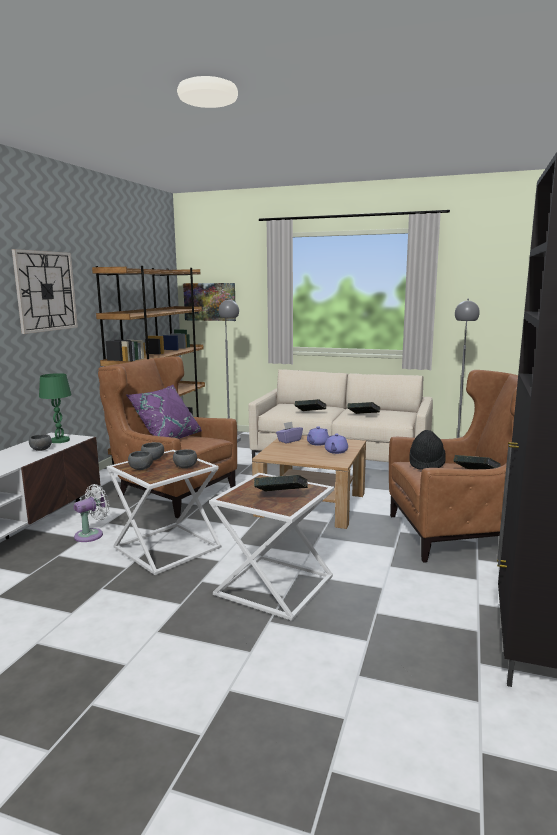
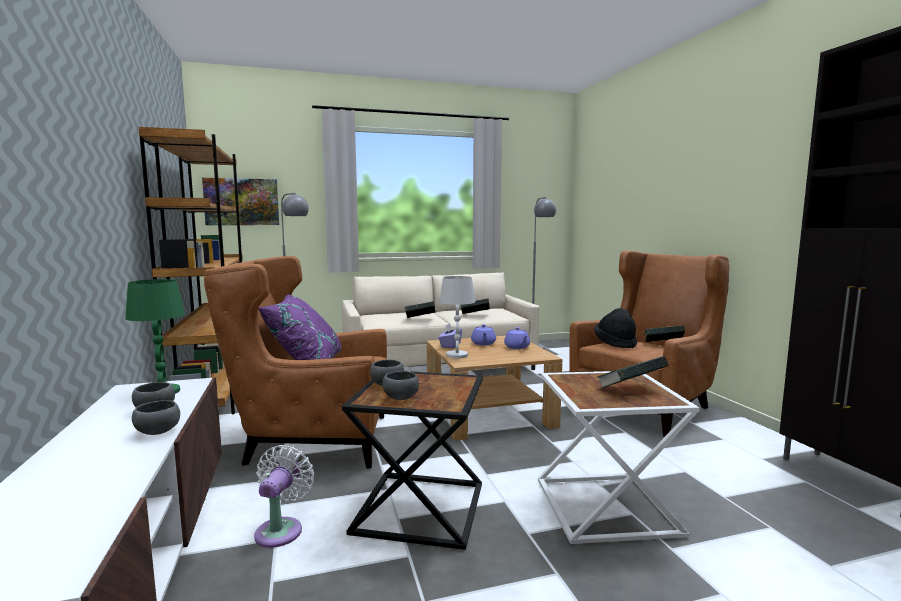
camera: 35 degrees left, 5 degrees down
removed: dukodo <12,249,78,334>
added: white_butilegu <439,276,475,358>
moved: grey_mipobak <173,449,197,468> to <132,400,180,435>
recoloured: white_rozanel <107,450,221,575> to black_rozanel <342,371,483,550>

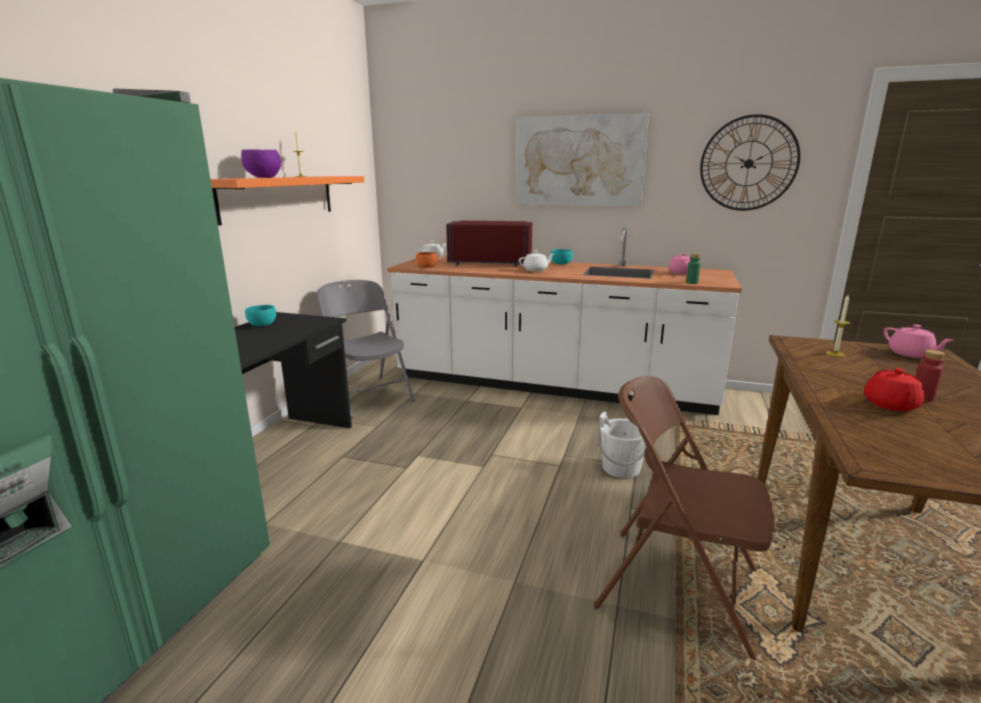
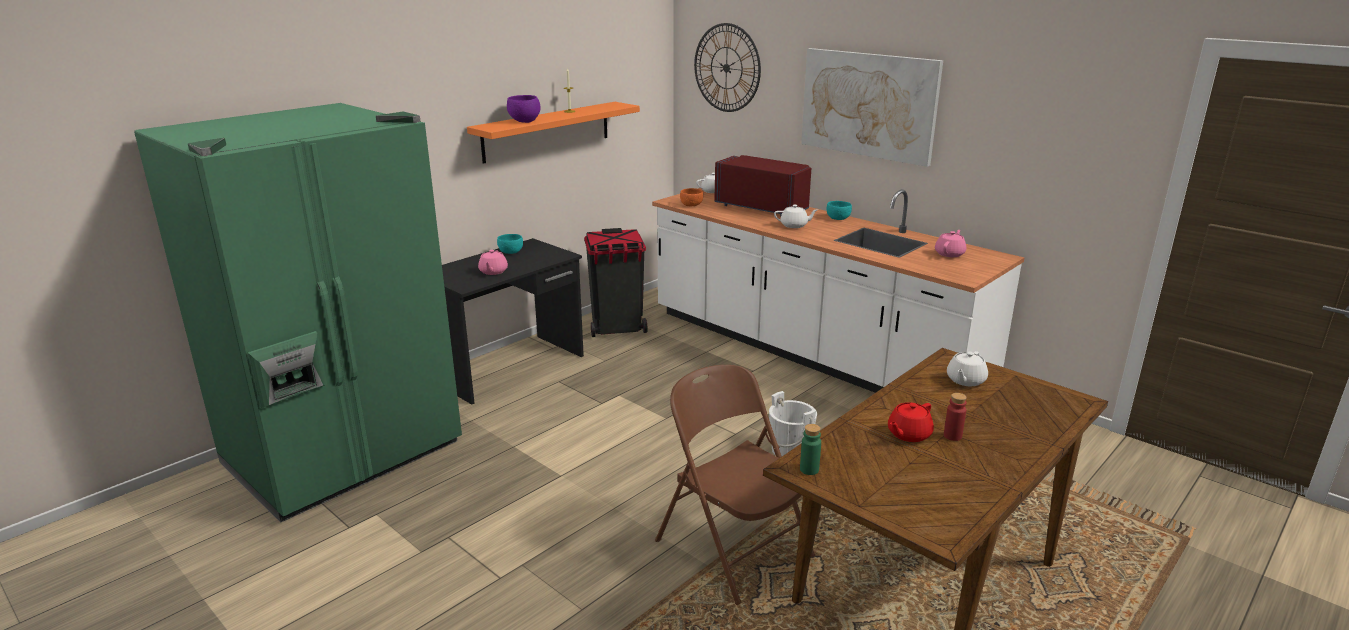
camera: 25 degrees right, 5 degrees up
moved: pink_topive <883,324,954,358> to <478,250,508,275>; dukodo <700,114,800,211> to <694,23,761,112>; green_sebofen <686,253,700,284> to <800,424,821,475>
replaced: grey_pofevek <316,280,415,418> to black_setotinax <584,228,648,337>; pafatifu <826,295,850,357> to white_topive <947,351,988,386>

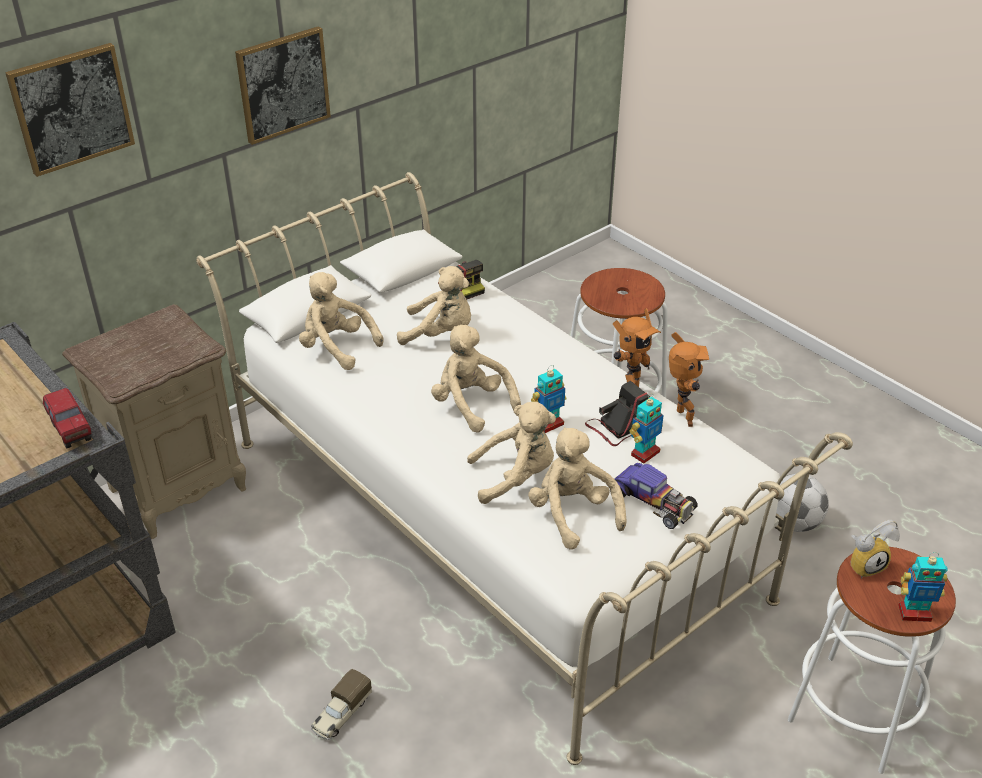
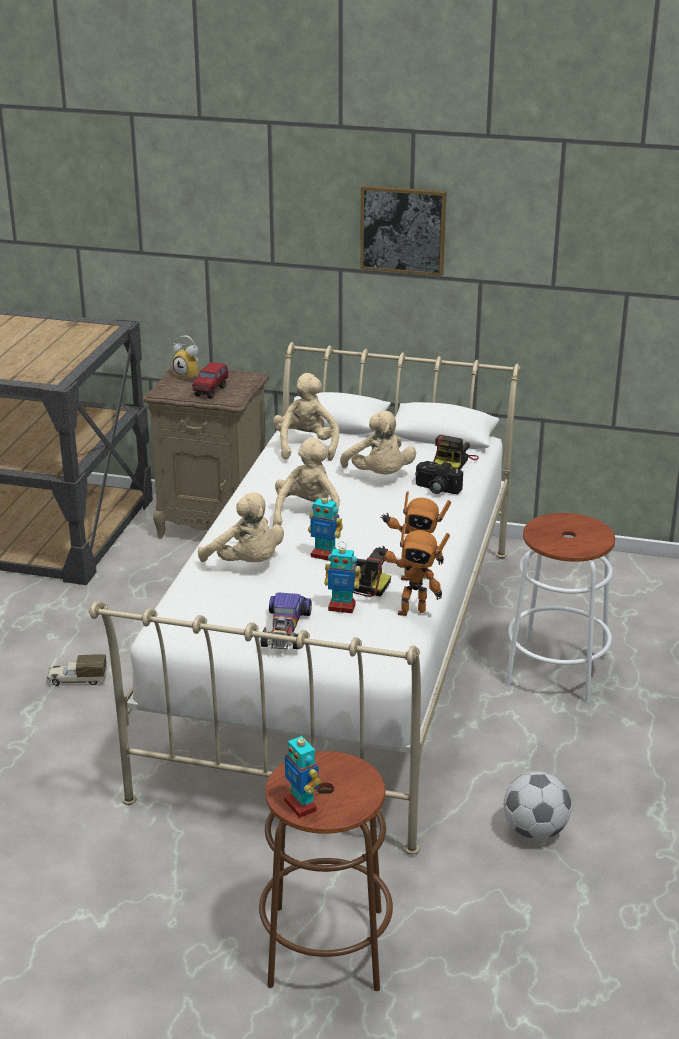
camera: 55 degrees right, 10 degrees down
removed: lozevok <5,43,135,177>; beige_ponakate <528,427,627,550>
added: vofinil <415,461,463,494>
moved: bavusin <851,520,900,578> to <173,335,199,381>; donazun <43,388,91,449> to <192,362,228,399>
recoloured: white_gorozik <788,547,956,774> to brown_gorozik <259,751,393,991>
turned: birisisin <669,332,709,427> = <376,523,450,616> 45 degrees clockwise

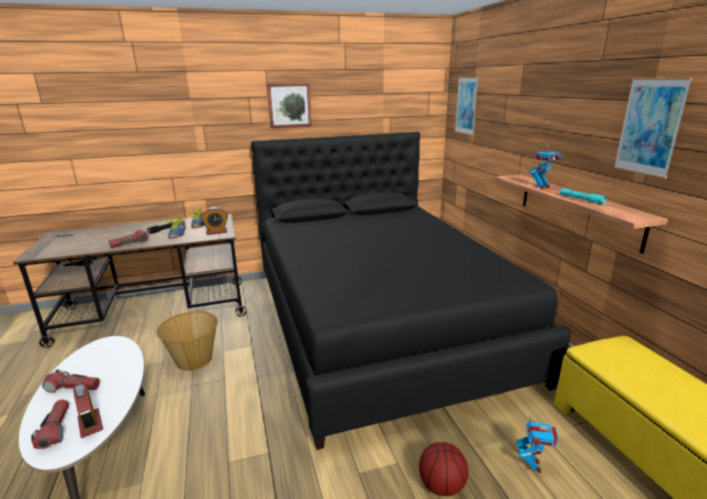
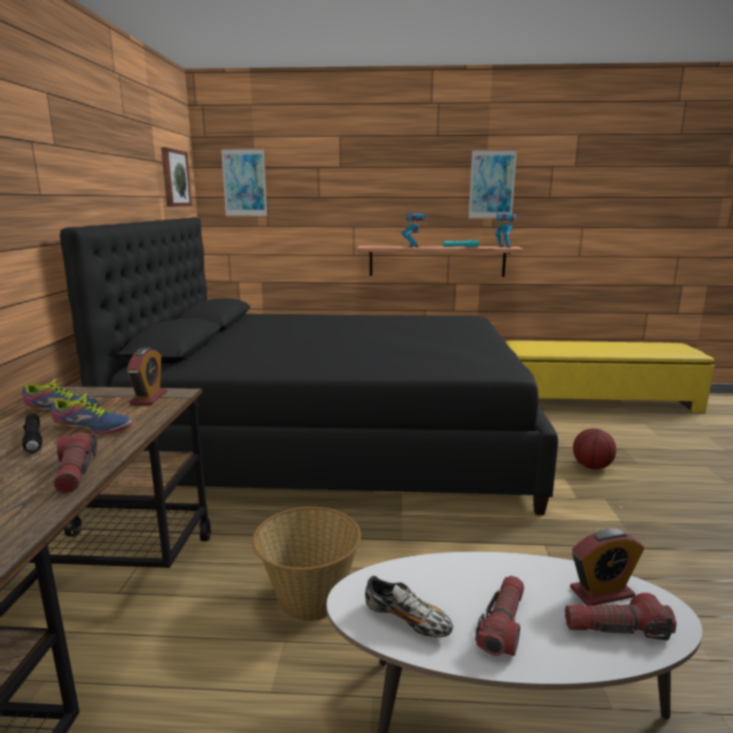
camera: 70 degrees left, 5 degrees down
added: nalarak <365,576,453,638>
moved: lozevok <267,83,312,128> to <161,147,192,207>; birisisin <516,411,559,473> to <495,207,517,248>

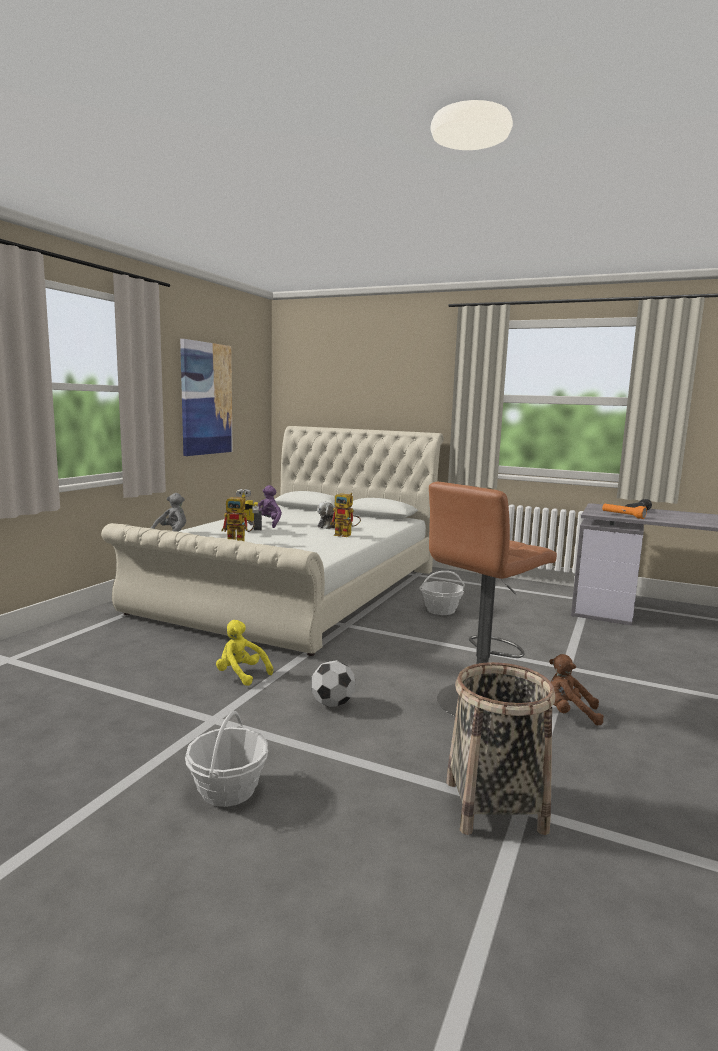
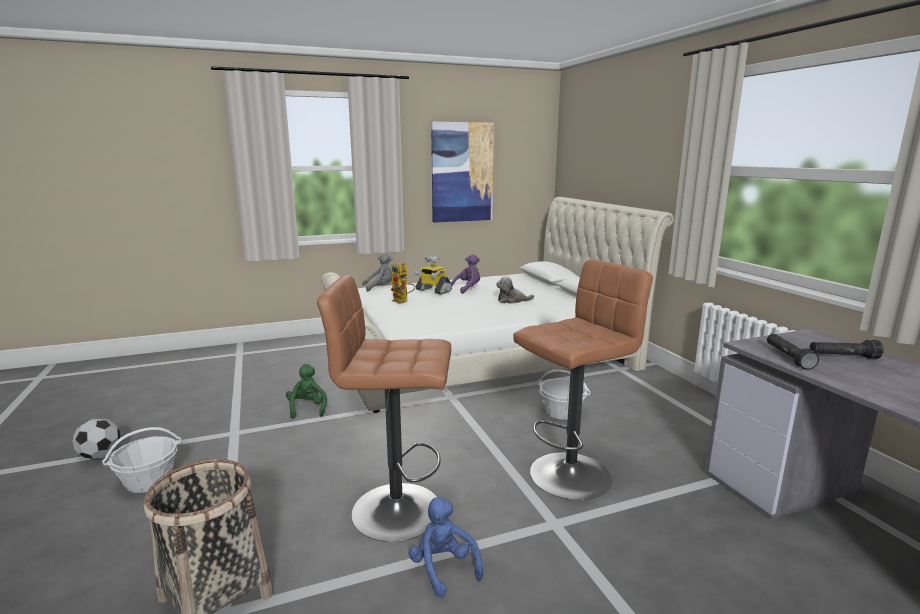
camera: 45 degrees right, 5 degrees up
removed: birisisin <330,493,361,537>
added: brown_gorozik <513,259,653,500>
moved: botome <311,660,355,707> to <72,418,120,459>
recoloured: yellow_ponakate <216,620,273,686> to green_ponakate <286,364,327,418>; brown_ponakate <549,654,604,726> to blue_ponakate <409,497,483,598>; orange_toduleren <602,504,647,519> to black_toduleren <767,334,819,370>

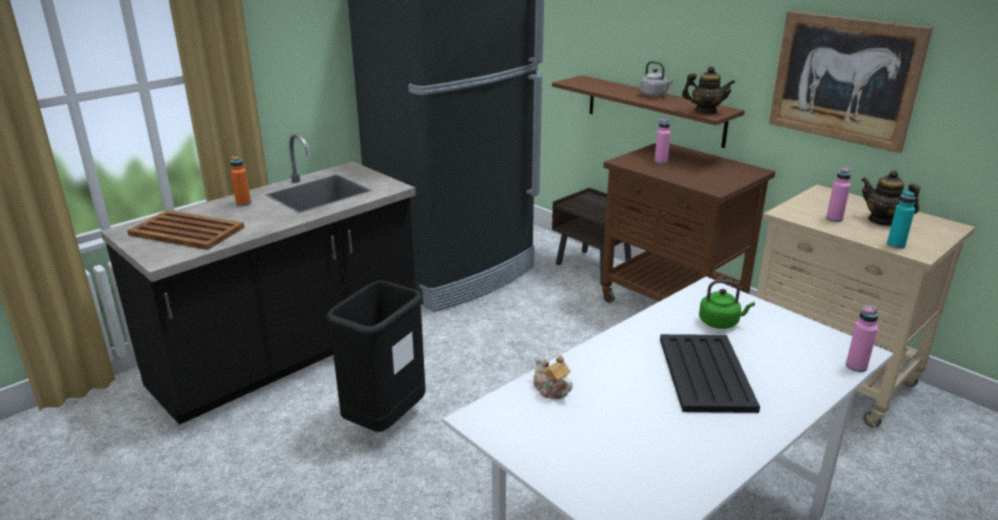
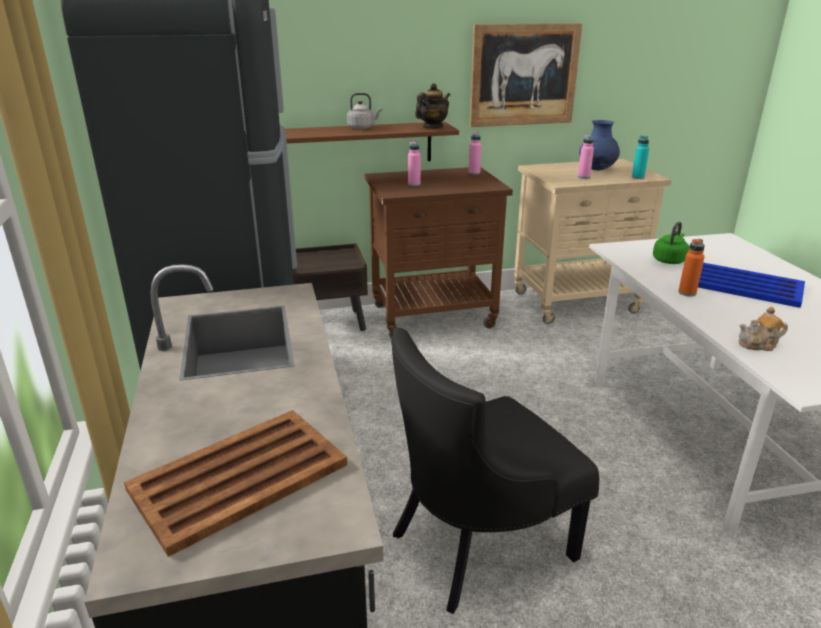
camera: 60 degrees left, 0 degrees up
moved: pink_sebofen <846,307,878,372> to <468,132,482,175>; orange_sebofen <230,156,251,206> to <678,239,704,297>
replaced: black_setotinax <326,281,426,432> to black_pofevek <391,327,599,614>; topive <861,170,920,226> to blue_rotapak <579,120,620,170>
recoloured: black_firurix <660,334,760,413> to blue_firurix <698,263,805,308>

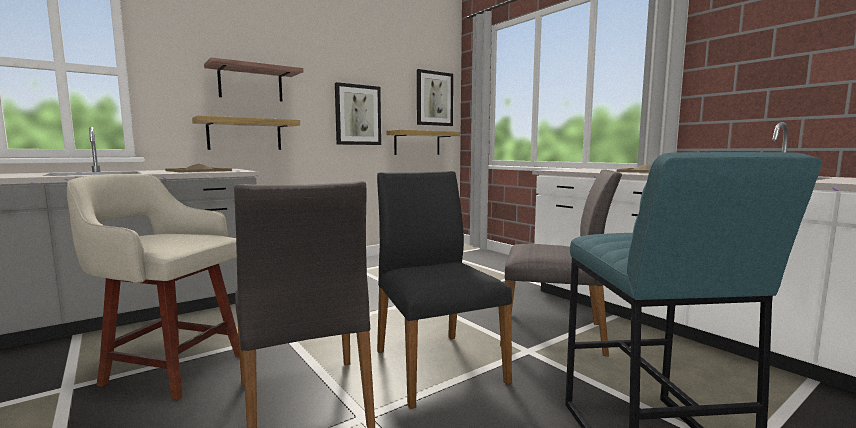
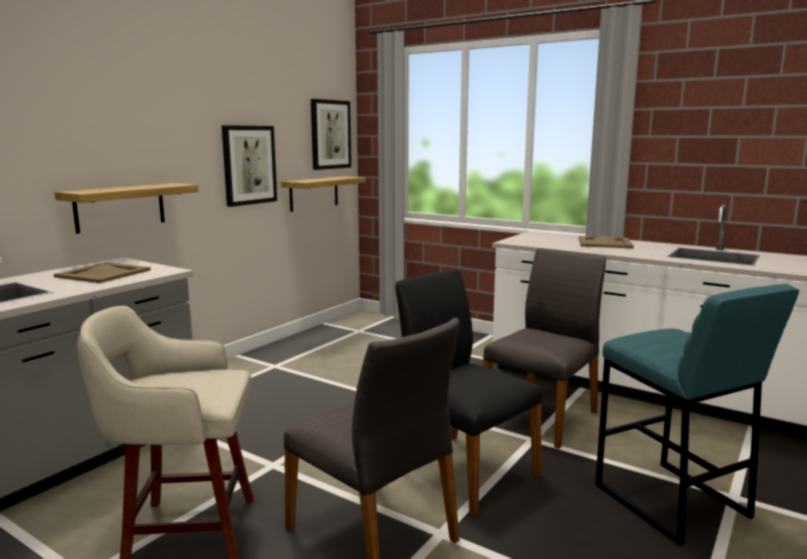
camera: 20 degrees left, 5 degrees up
removed: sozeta <204,57,303,101>
turned: grey_pofevek <500,169,622,357> = <483,248,606,449> 45 degrees counterclockwise

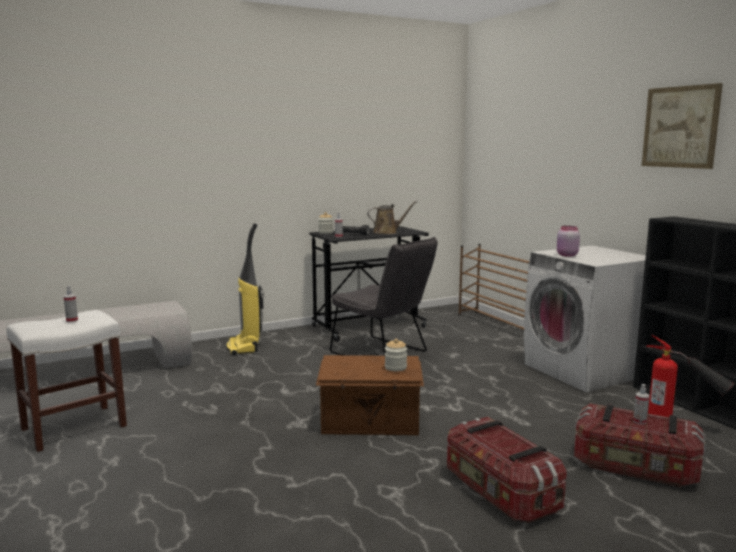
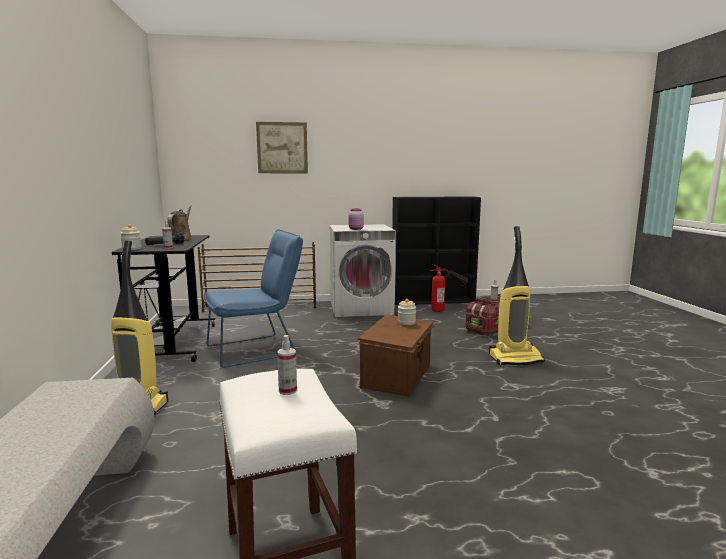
camera: 70 degrees left, 0 degrees up
moved: lozevok <642,83,723,169> to <256,122,308,173>
replaced: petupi <447,417,567,523> to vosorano <489,226,545,365>
recoloured: grey_pofevek <330,237,438,356> to blue_pofevek <204,229,303,368>

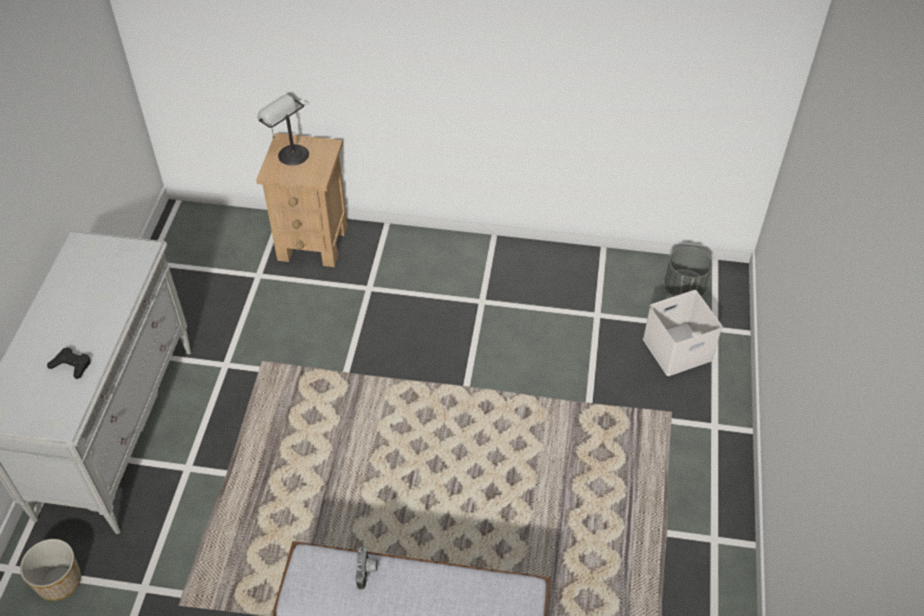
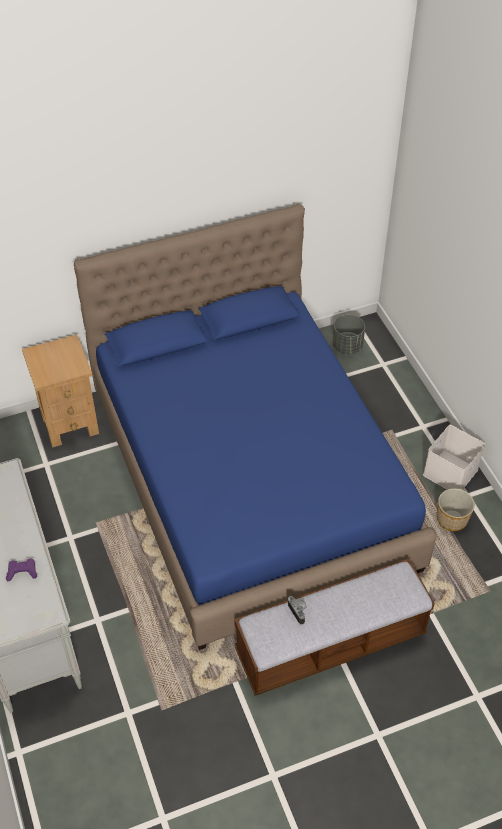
camera: 30 degrees left, 0 degrees up
removed: butilegu <257,95,309,166>
added: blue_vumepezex <74,204,437,650>
moved: white_petupi <643,290,722,376> to <423,425,485,490>; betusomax <20,539,81,601> to <437,488,475,531>
recoloured: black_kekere <47,348,91,379> to purple_kekere <6,558,37,582>

